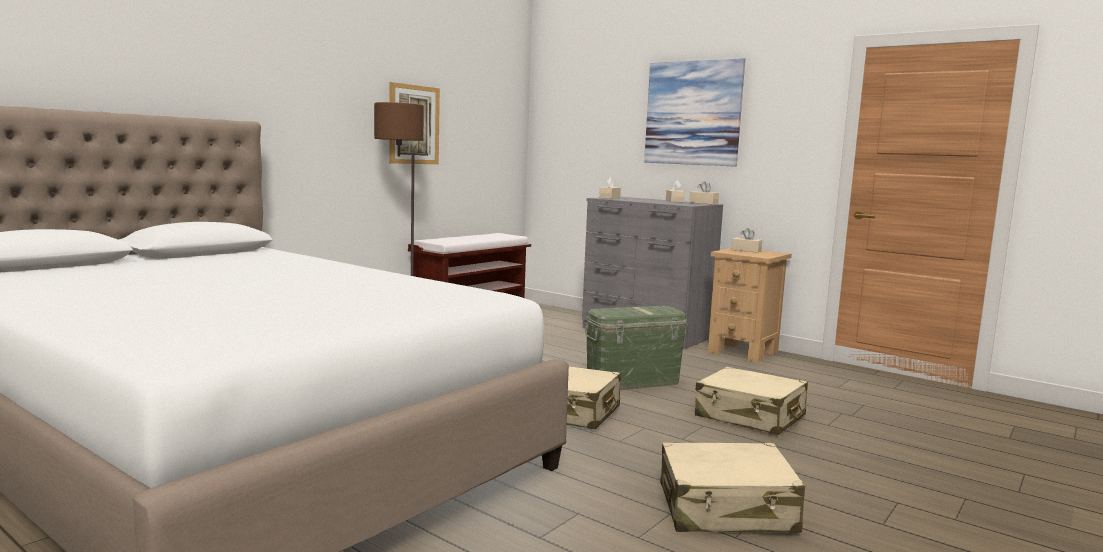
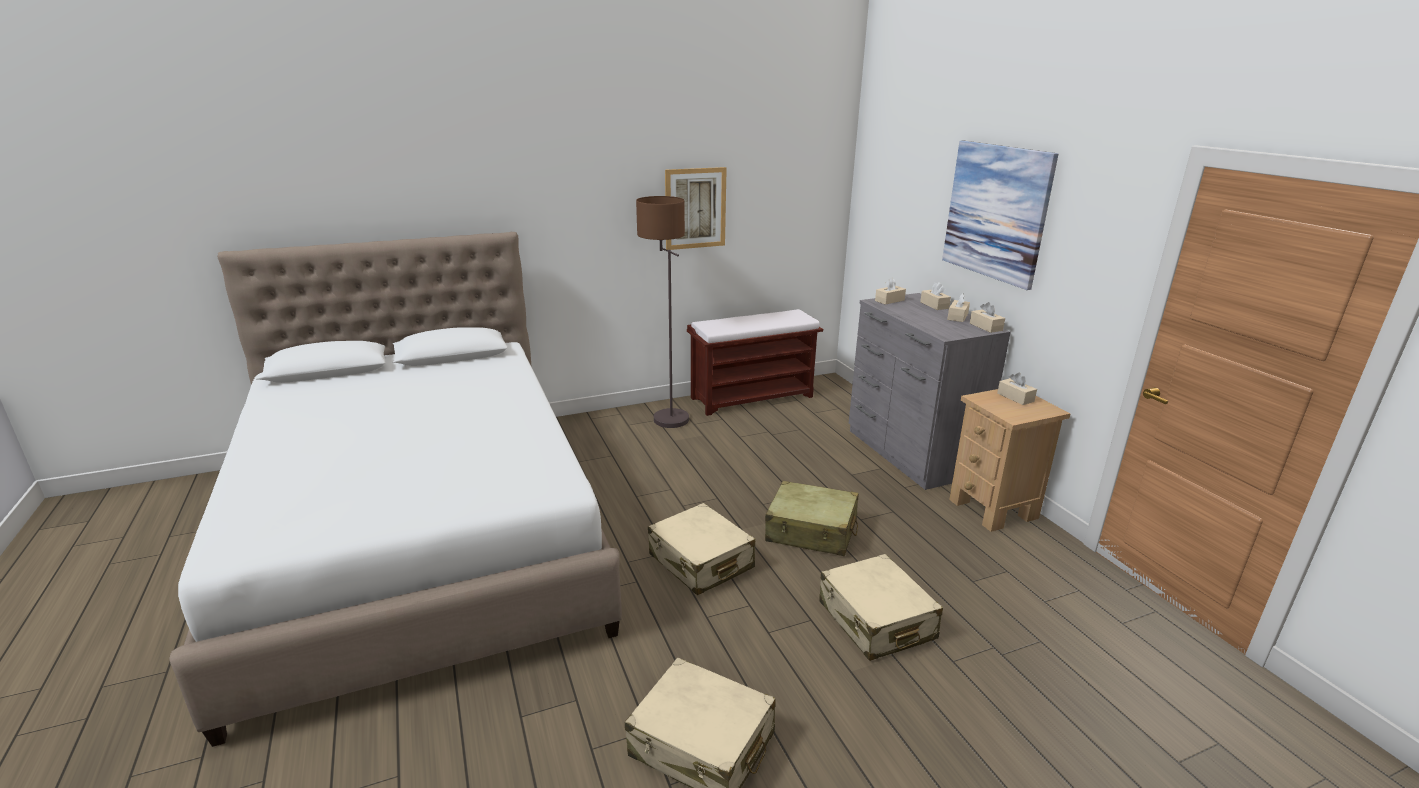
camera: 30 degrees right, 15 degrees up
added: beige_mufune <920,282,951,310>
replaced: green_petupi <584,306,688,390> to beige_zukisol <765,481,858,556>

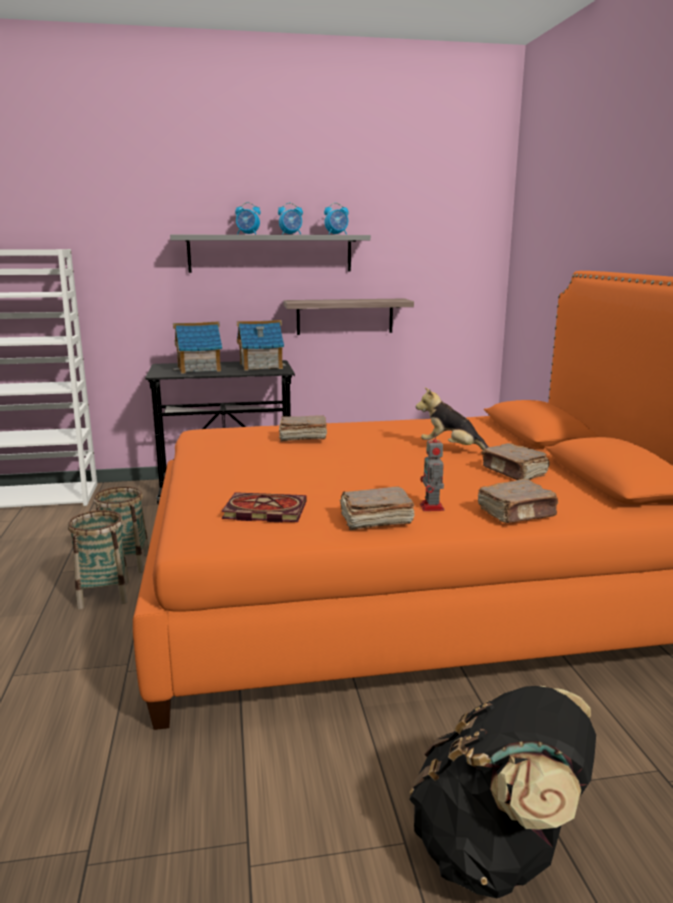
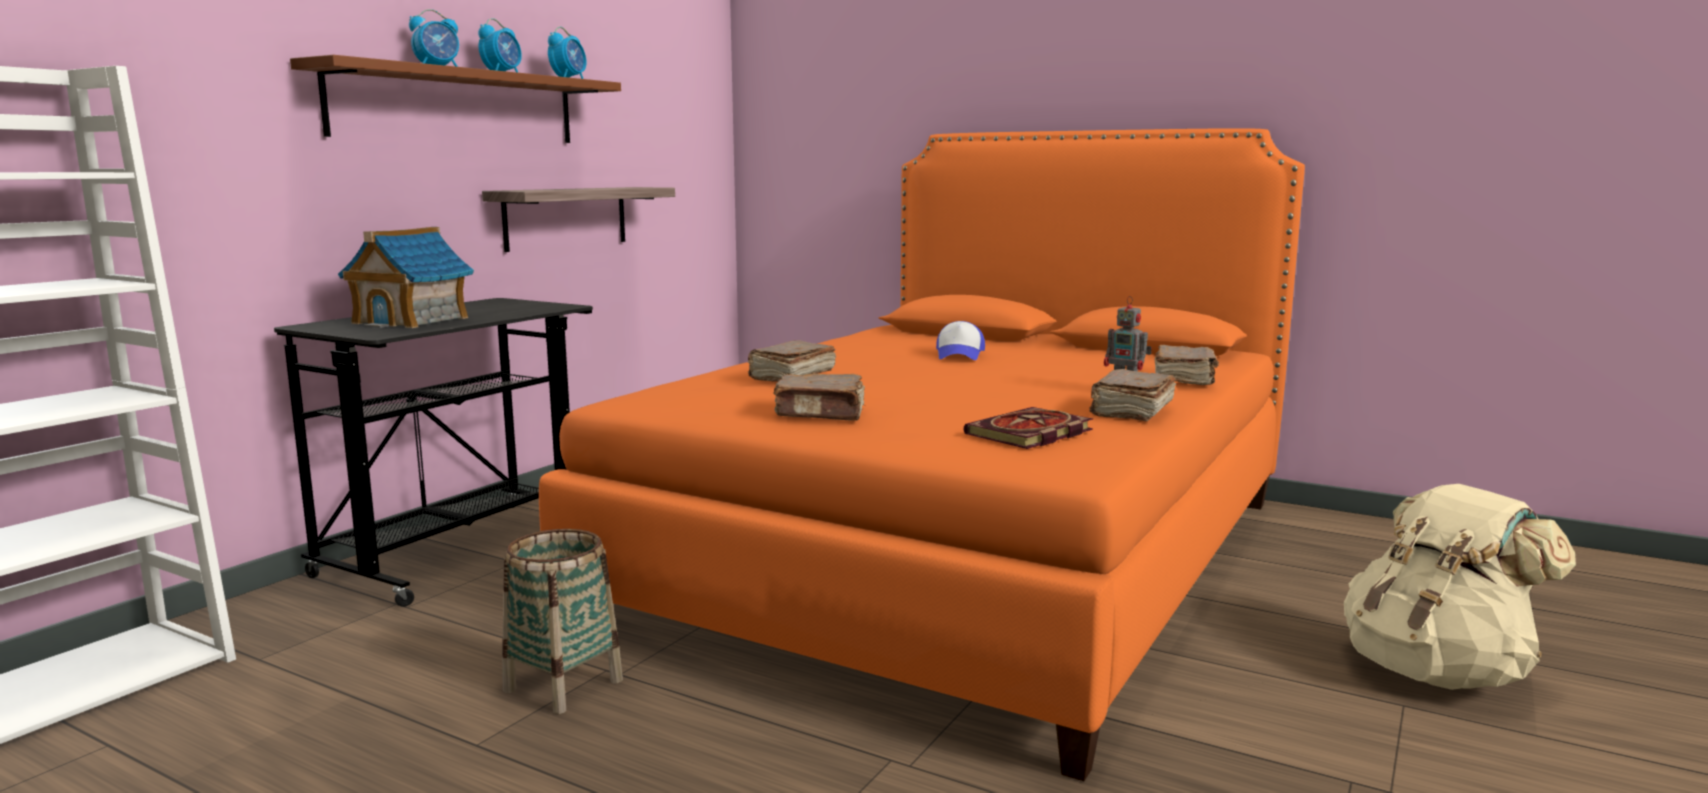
camera: 50 degrees left, 5 degrees down
removed: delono <68,510,129,609>; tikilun <237,320,286,371>
moved: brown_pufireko <481,443,549,480> to <774,374,865,421>
replaced: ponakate <416,387,489,450> to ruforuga <936,321,985,360>
recoloured: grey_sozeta <170,235,371,273> to brown_sozeta <290,55,621,143>; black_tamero <409,686,596,898> to beige_tamero <1344,484,1576,690>

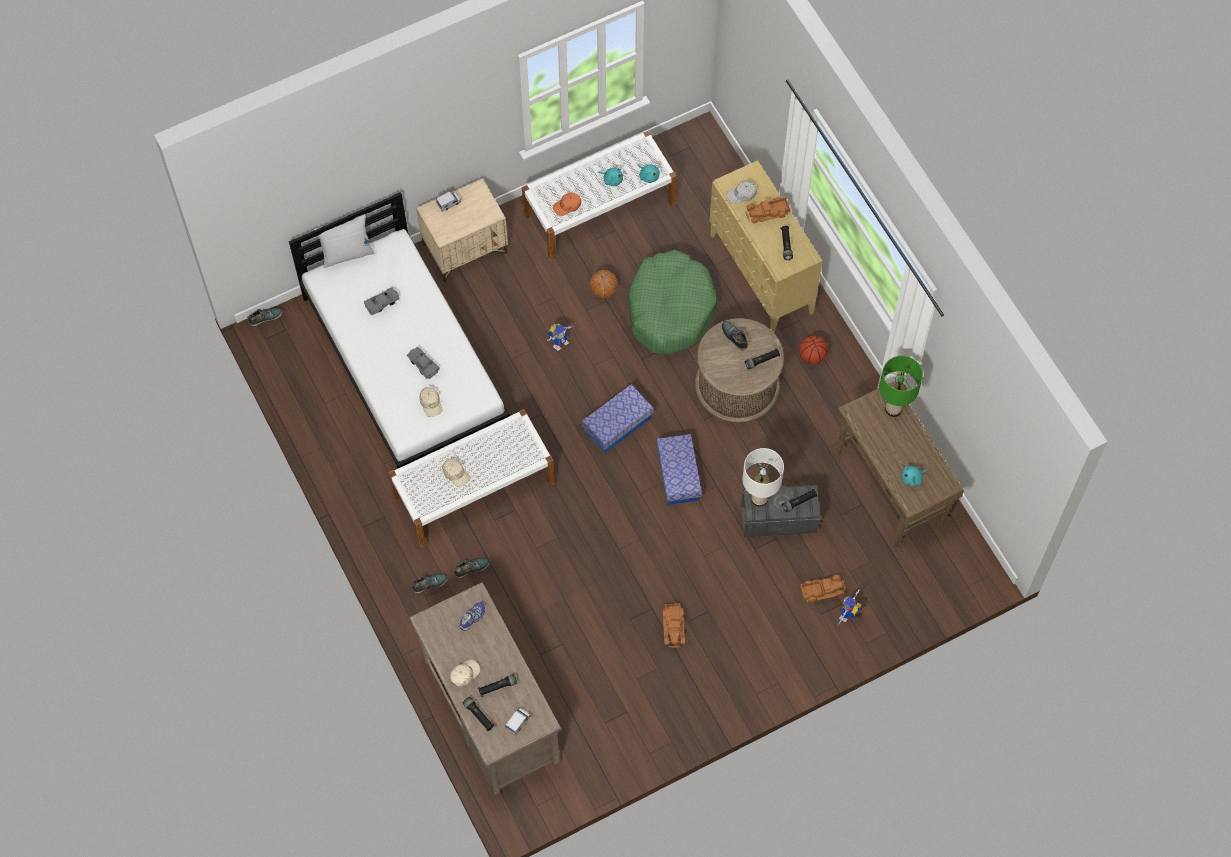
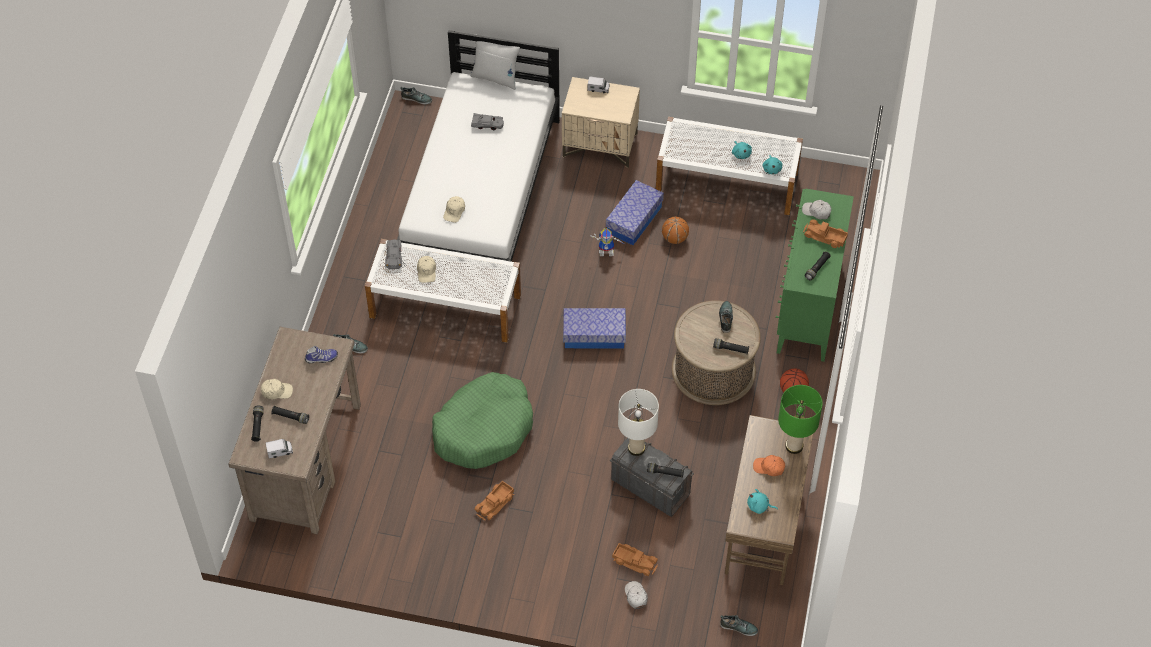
camera: 40 degrees right, 10 degrees down
moved: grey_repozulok <407,347,440,379> to <385,239,402,269>; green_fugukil <627,250,717,354> to <432,372,533,469>; petupi <657,434,702,505> to <606,180,664,245>; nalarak <454,558,490,578> to <720,615,758,636>; orange_ruforuga <553,193,581,216> to <753,455,785,476>
replaced: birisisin <838,590,863,625> to white_ruforuga <625,581,648,609>
recoloured: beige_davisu <710,160,822,332> to green_davisu <776,188,854,362>

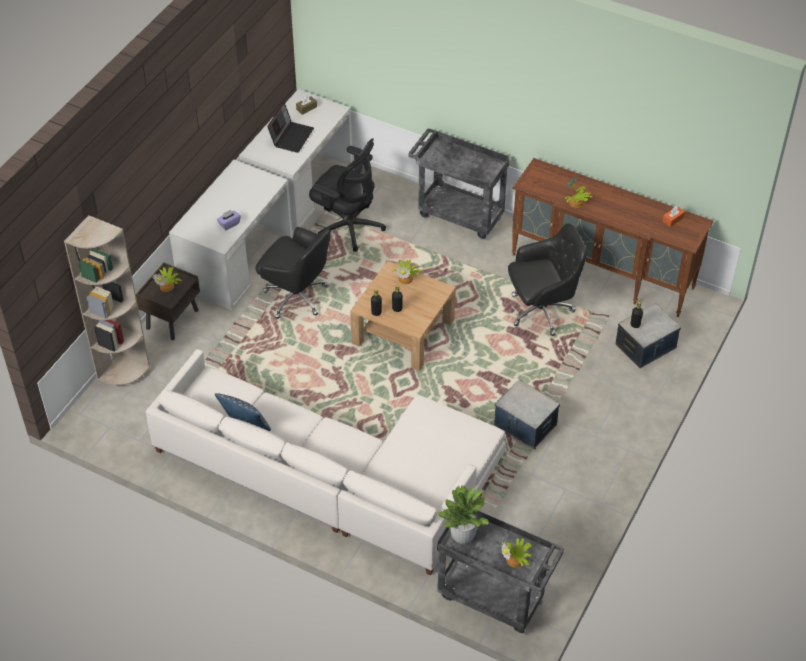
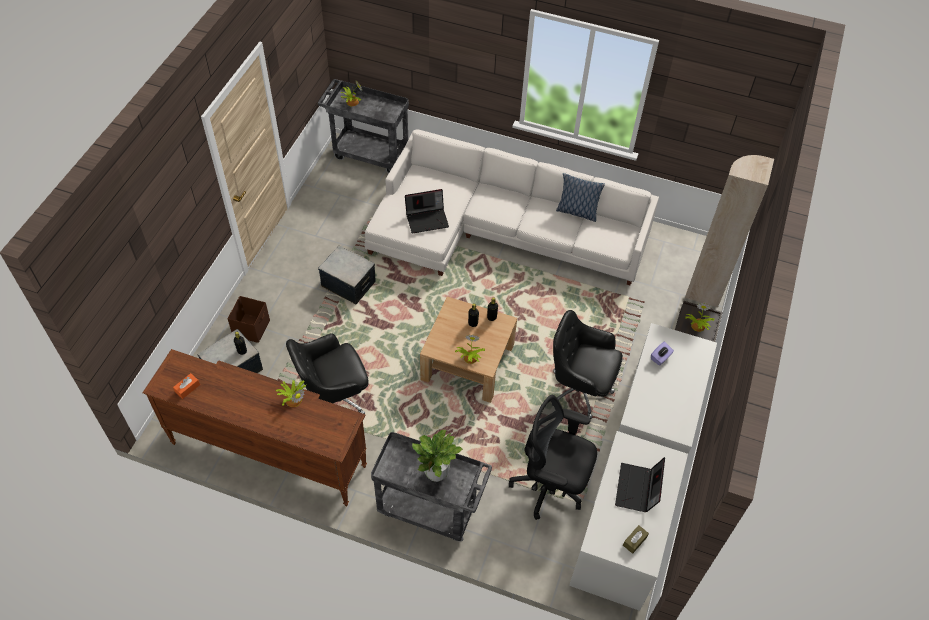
camera: 170 degrees right, 5 degrees up
added: brown_petupi <227,296,270,343>; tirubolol <405,189,449,233>
moved: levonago <437,485,489,544> to <412,430,463,482>

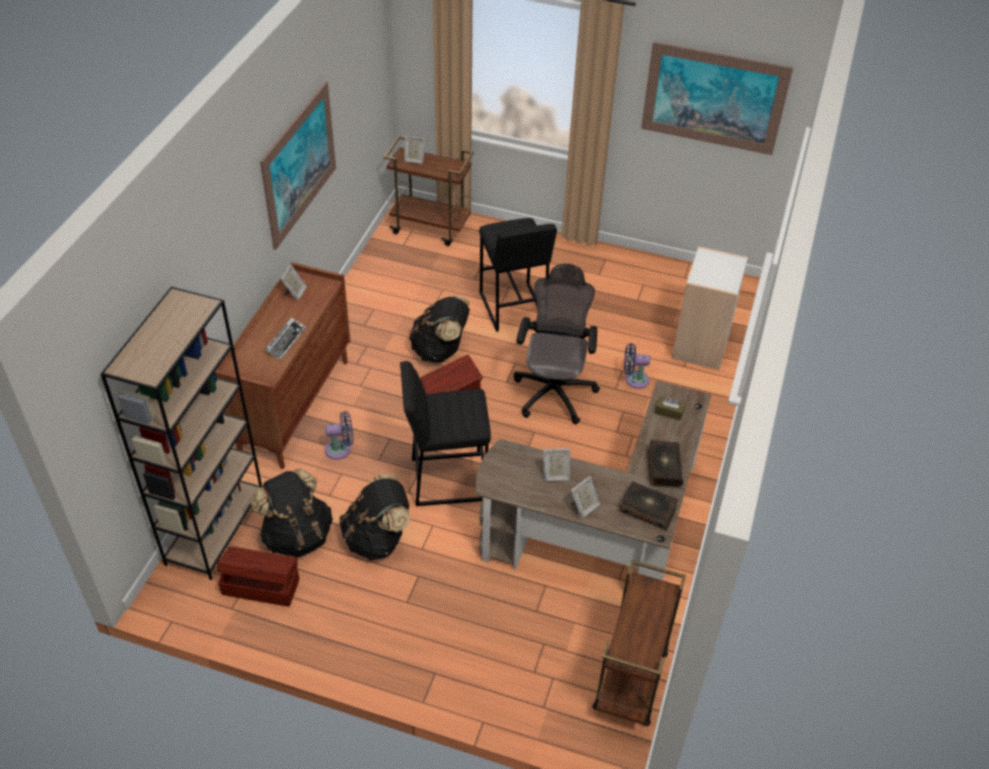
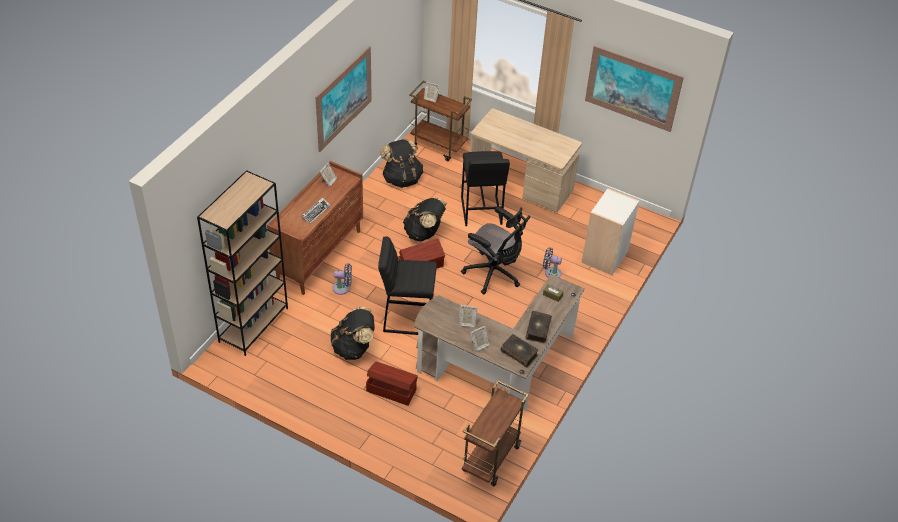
camera: 10 degrees right, 0 degrees up
added: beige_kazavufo <470,108,582,213>
moved: brown_petupi <217,546,299,607> to <366,361,418,406>; black_tamero <250,469,333,558> to <380,139,423,188>
turned: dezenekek <514,264,600,424> = <461,207,530,295> 105 degrees clockwise

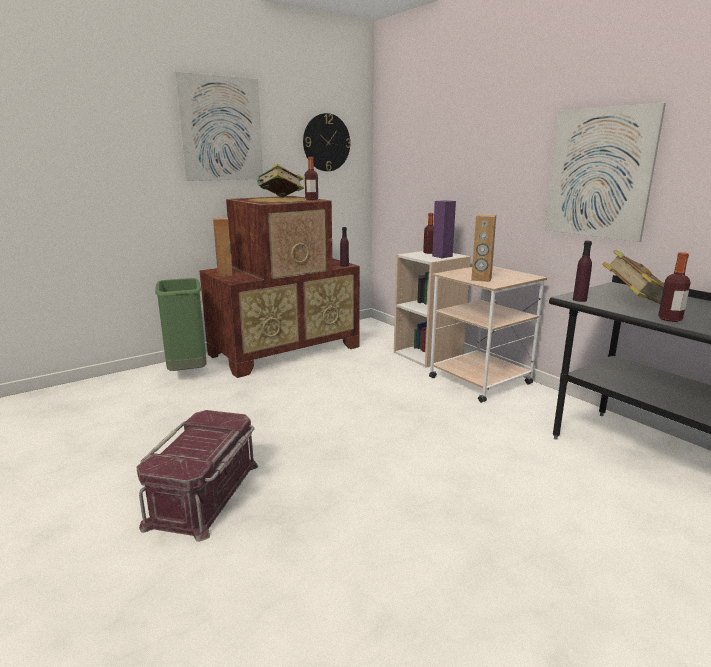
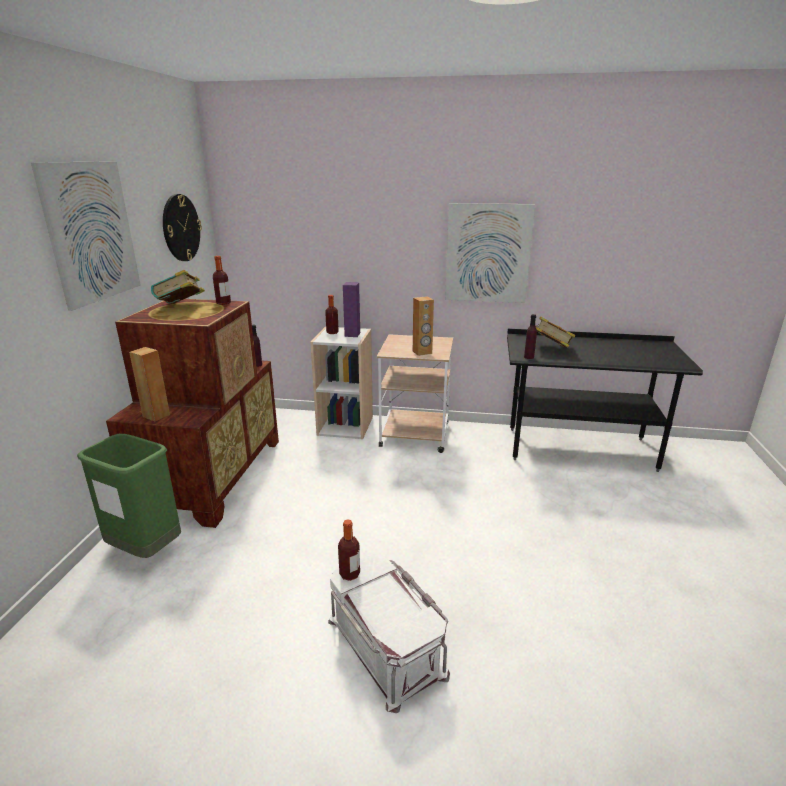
camera: 45 degrees left, 5 degrees up
moved: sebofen <658,252,690,322> to <338,519,360,581>
recoloured: red_petupi <136,410,258,542> to white_petupi <328,554,450,713>

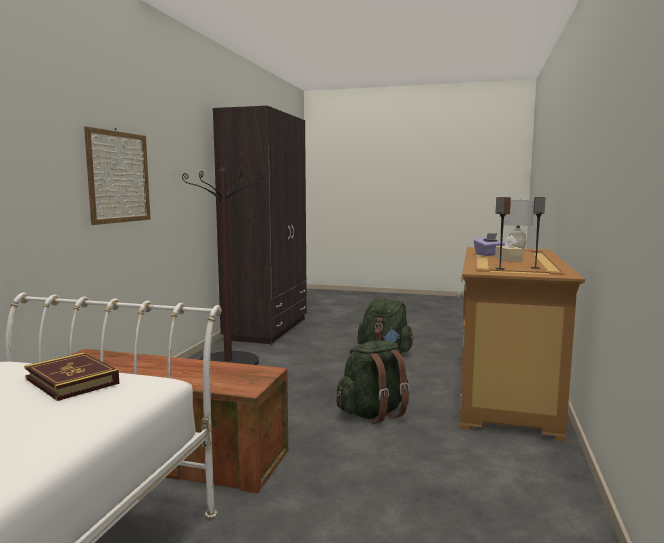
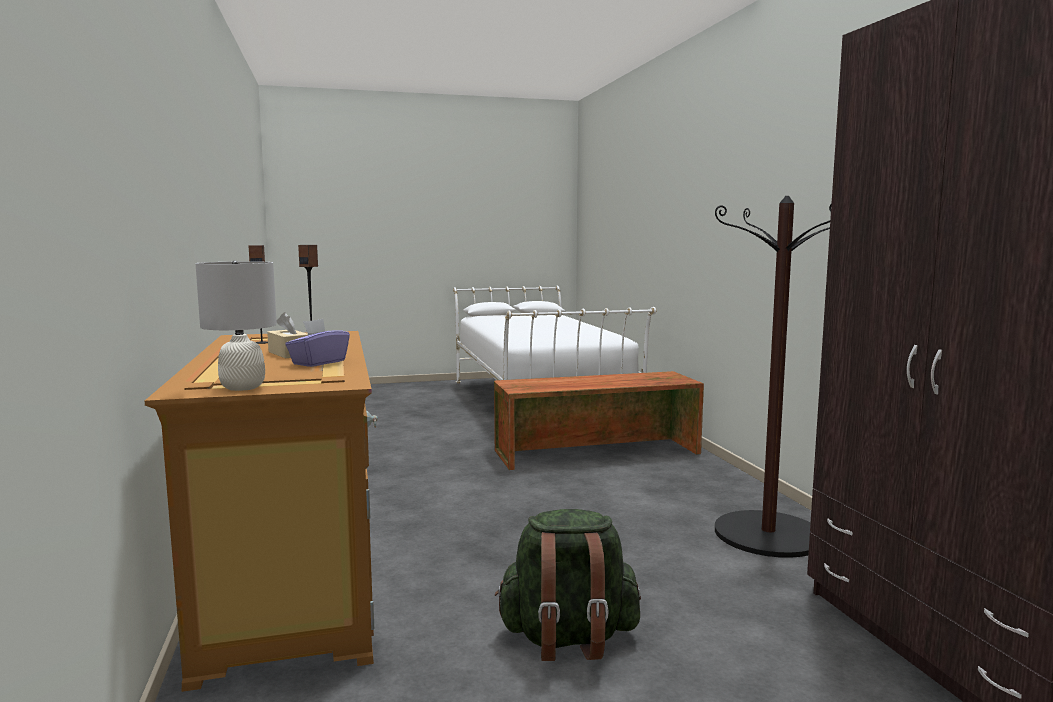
camera: 150 degrees right, 0 degrees up
removed: pufireko <24,353,120,401>; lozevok <84,127,151,225>; green_tamero <336,341,410,424>

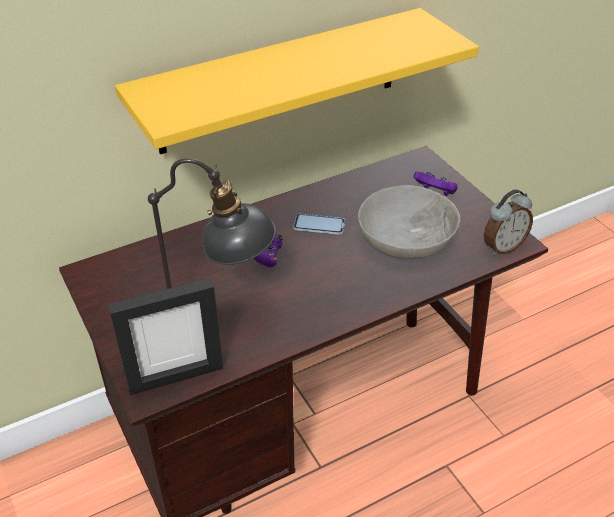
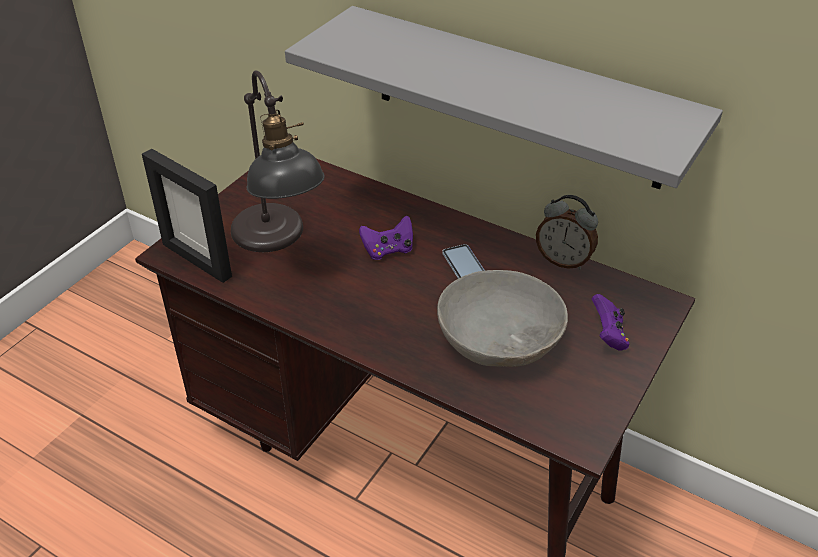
camera: 60 degrees right, 0 degrees up
moved: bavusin <484,189,533,256> to <536,195,598,270>
recoloured: yellow_sozeta <115,8,479,154> to grey_sozeta <285,6,723,189>

